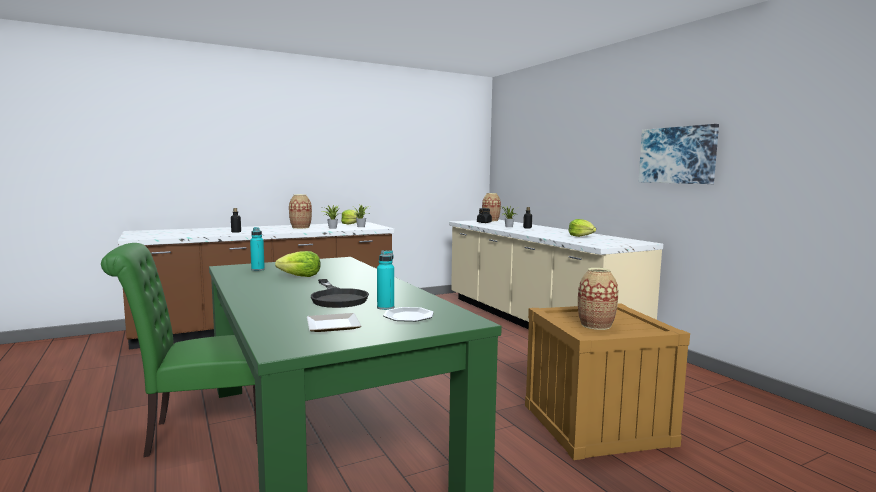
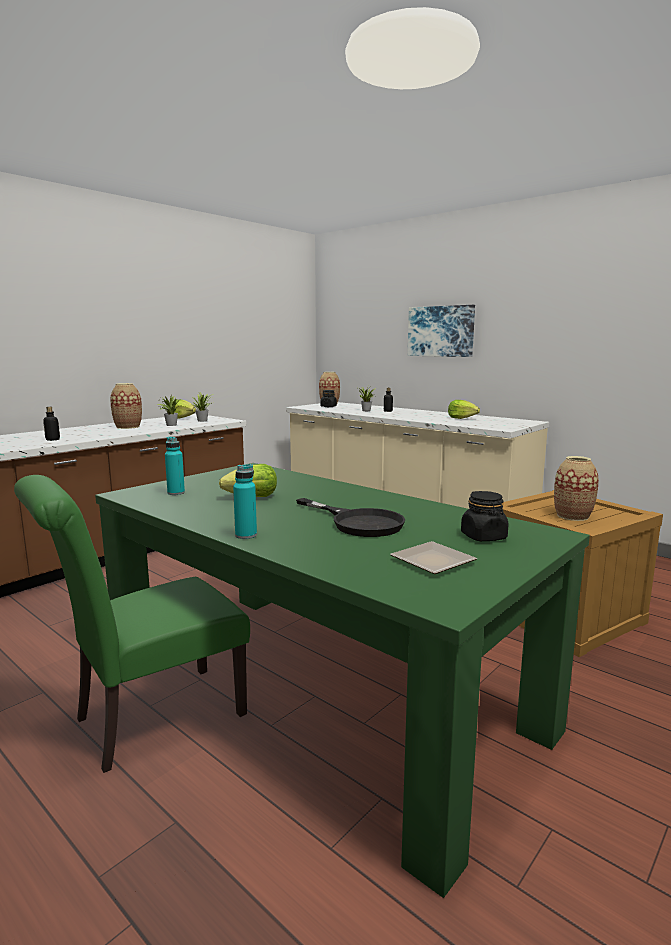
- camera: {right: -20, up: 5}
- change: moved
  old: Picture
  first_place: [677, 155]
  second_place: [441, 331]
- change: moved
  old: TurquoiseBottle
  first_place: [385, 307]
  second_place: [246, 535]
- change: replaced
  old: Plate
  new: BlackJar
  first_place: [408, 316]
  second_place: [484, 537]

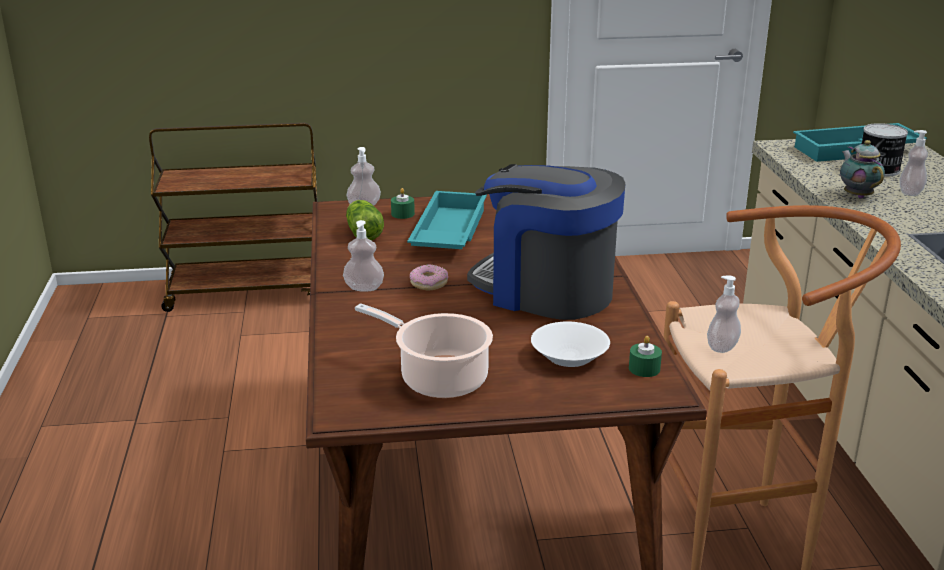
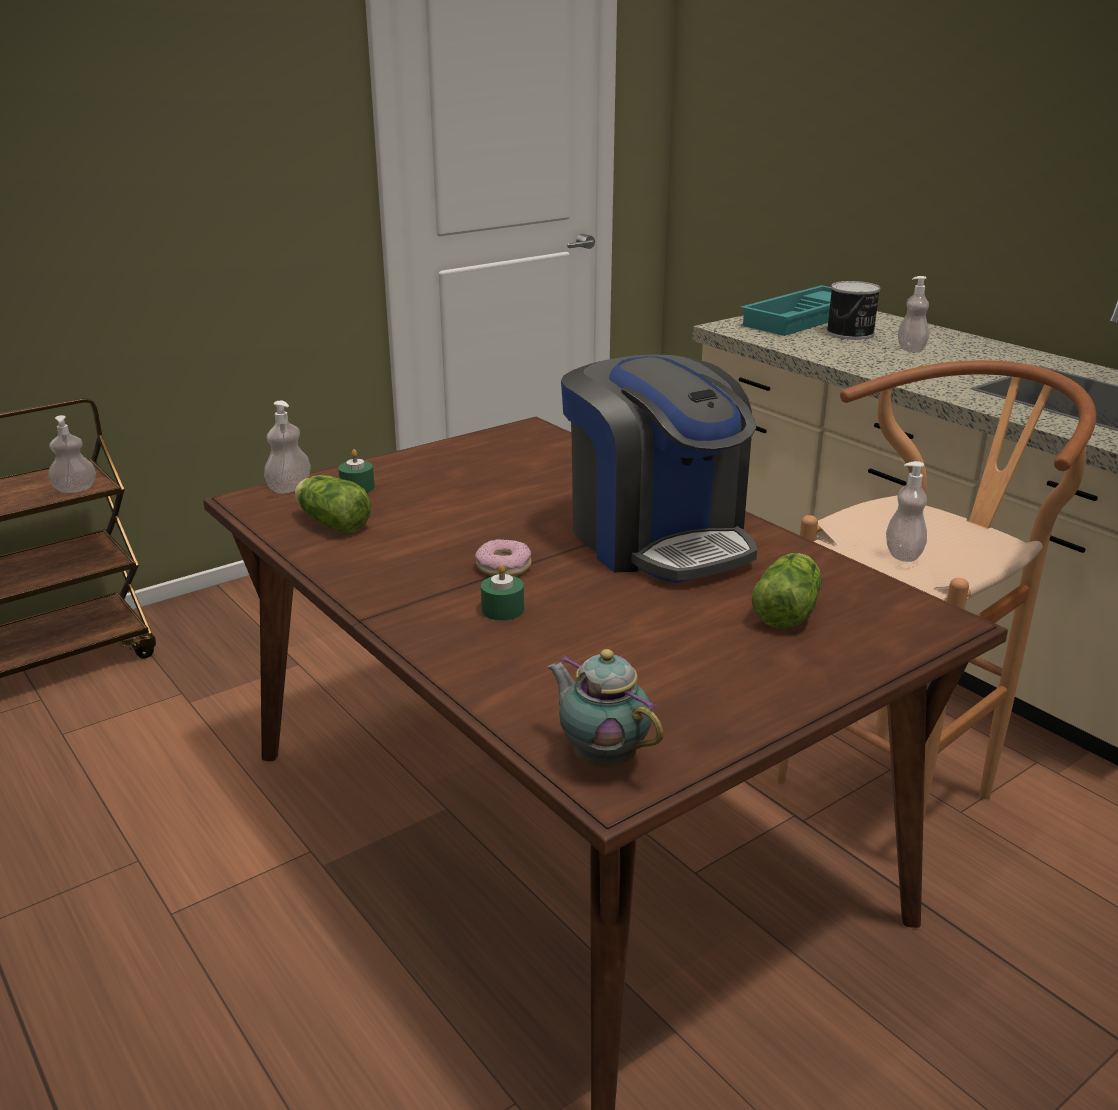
- camera: {right: -30, up: 0}
- change: moved
  old: Teapot
  first_place: [857, 195]
  second_place: [601, 758]
- change: turned
  old: CoffeeMachine
  first_place: [545, 290]
  second_place: [657, 539]
  degrees: -120
- change: removed
  old: TurquoiseTray
  first_place: [447, 232]
- change: moved
  old: SoapDispenser
  first_place: [364, 288]
  second_place: [75, 489]
- change: removed
  old: CookingPot
  first_place: [438, 378]
- change: replaced
  old: WhiteBowl
  new: Lettuce
  first_place: [568, 356]
  second_place: [788, 610]
- change: moved
  old: GreenCandle
  first_place: [644, 368]
  second_place: [502, 609]

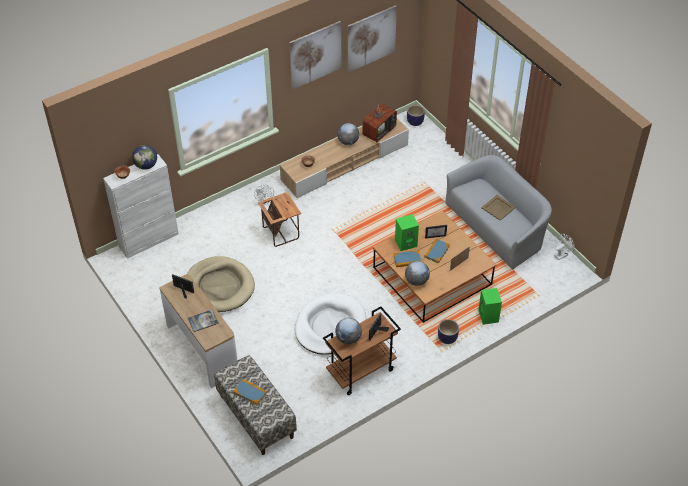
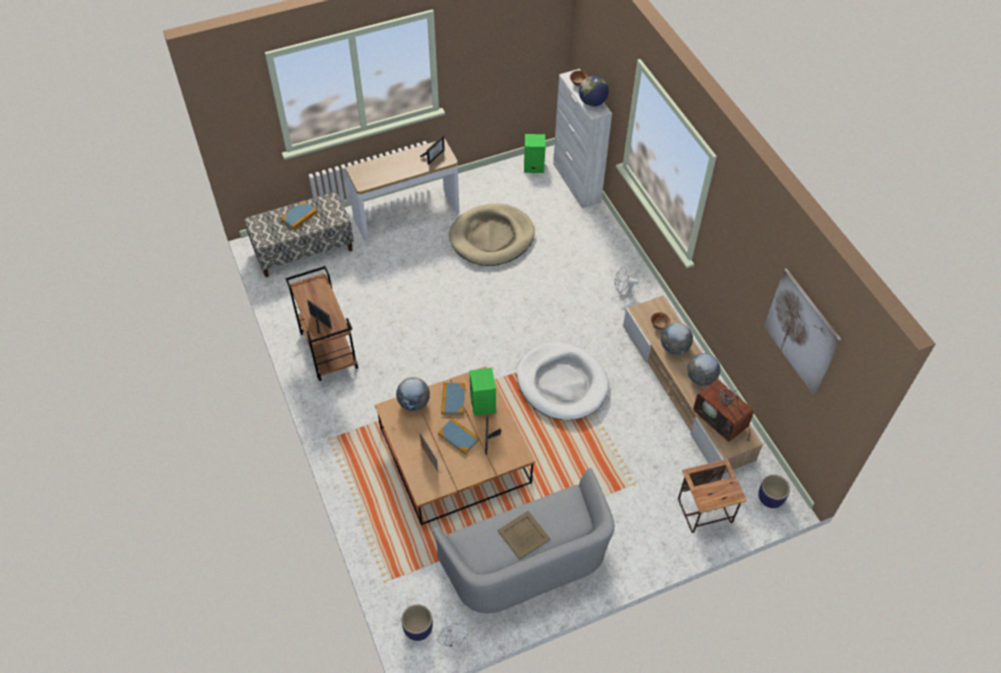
- camera: {right: 100, up: 5}
- change: removed
  old: Picture
  first_place: [315, 55]
- change: moved
  old: SideTable
  first_place: [280, 232]
  second_place: [705, 511]
- change: moved
  old: GreenSpeaker
  first_place: [489, 316]
  second_place: [533, 167]
- change: moved
  old: WhiteDogBed
  first_place: [330, 326]
  second_place: [561, 383]
- change: removed
  old: Book
  first_place: [203, 321]
- change: moved
  old: Globe
  first_place: [348, 338]
  second_place: [674, 348]
- change: moved
  old: Planter
  first_place: [447, 338]
  second_place: [418, 628]

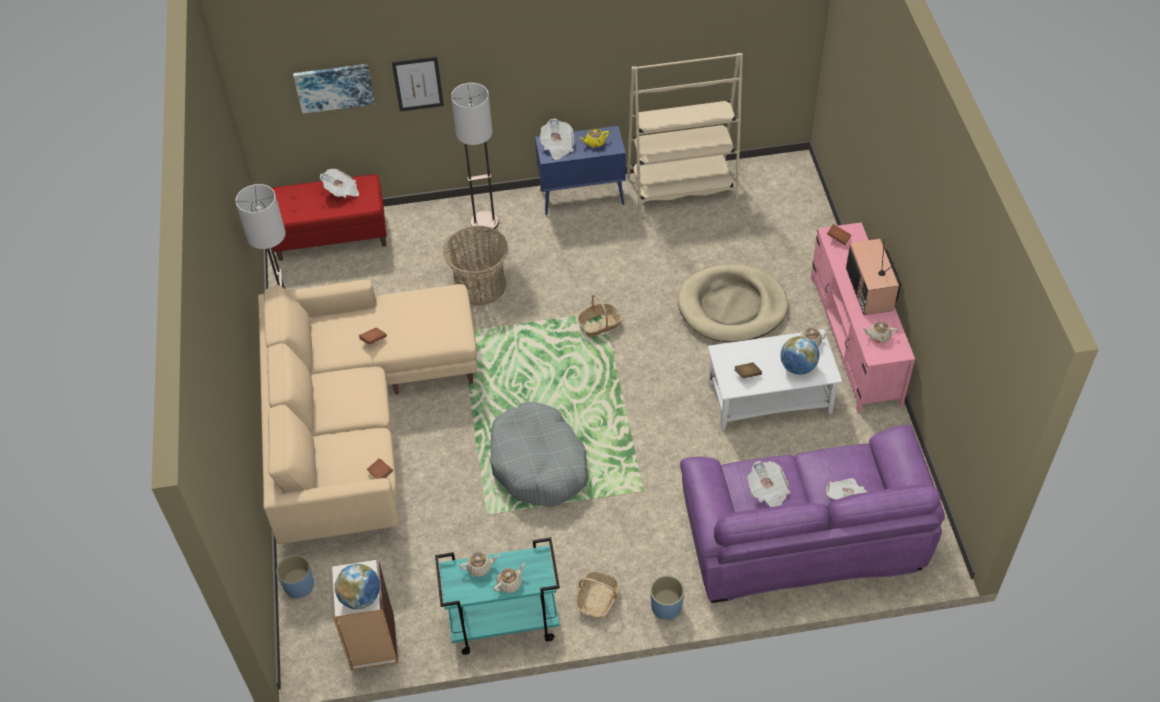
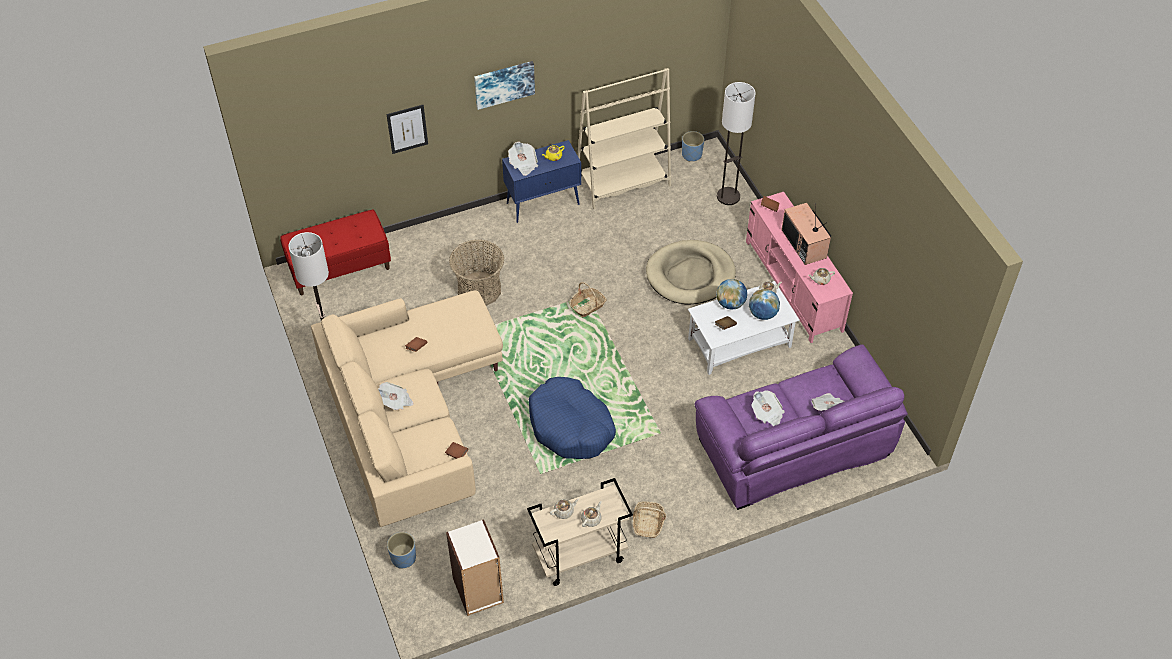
- camera: {right: -15, up: 0}
- change: moved
  old: Picture
  first_place: [334, 87]
  second_place: [504, 84]
- change: moved
  old: FloorLamp
  first_place: [484, 222]
  second_place: [728, 197]
- change: moved
  old: Newspaper
  first_place: [342, 191]
  second_place: [396, 402]
- change: recoloured
  old: GreyDogBed
  new: BlueDogBed
  first_place: [539, 464]
  second_place: [571, 426]
- change: recoloured
  old: TurquoiseCart
  new: BeigeCart
  first_place: [503, 624]
  second_place: [579, 556]
- change: moved
  old: Globe
  first_place: [361, 597]
  second_place: [730, 304]
- change: moved
  old: BluePlanter
  first_place: [666, 607]
  second_place: [691, 155]

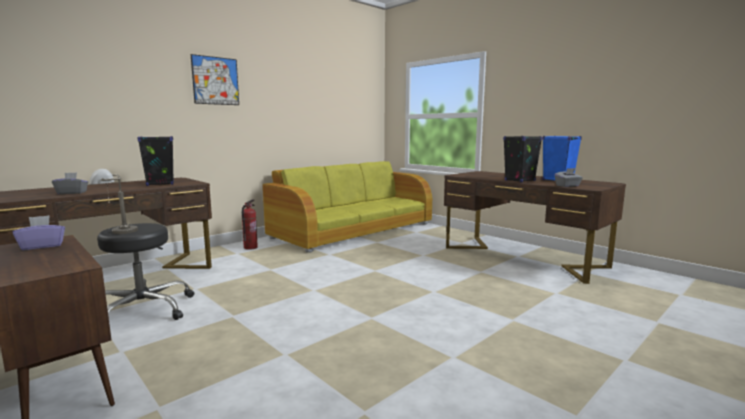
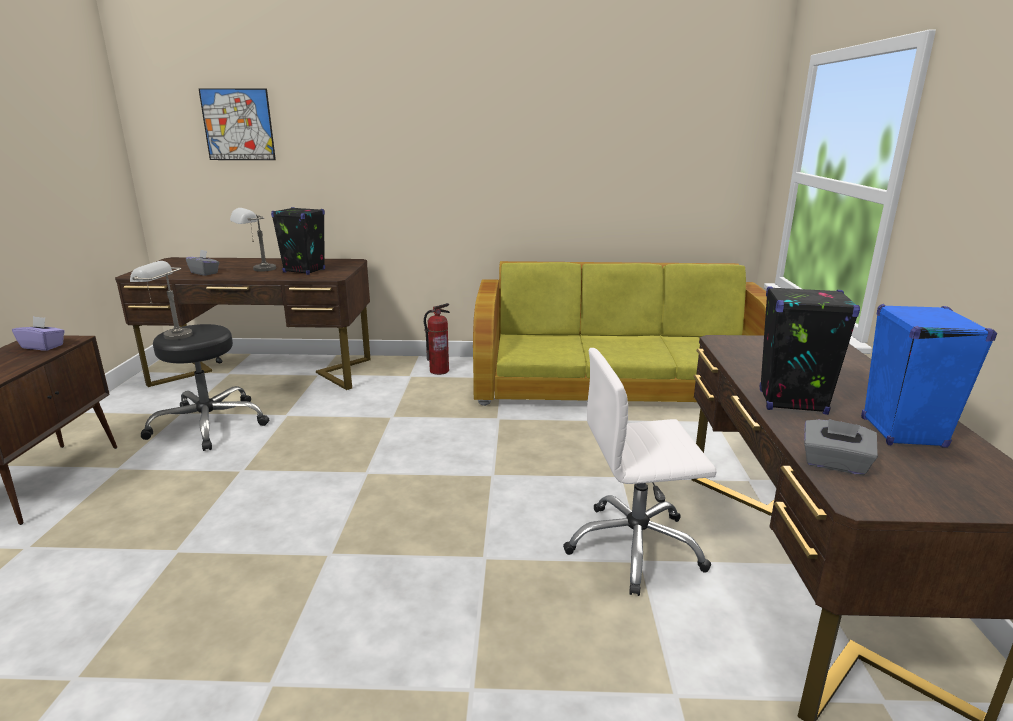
- camera: {right: 45, up: 10}
- change: moved
  old: Picture
  first_place: [215, 81]
  second_place: [238, 124]
- change: added
  new: GreyTableLamp
  second_place: [257, 270]
- change: added
  new: WhiteOfficeChair
  second_place: [635, 547]

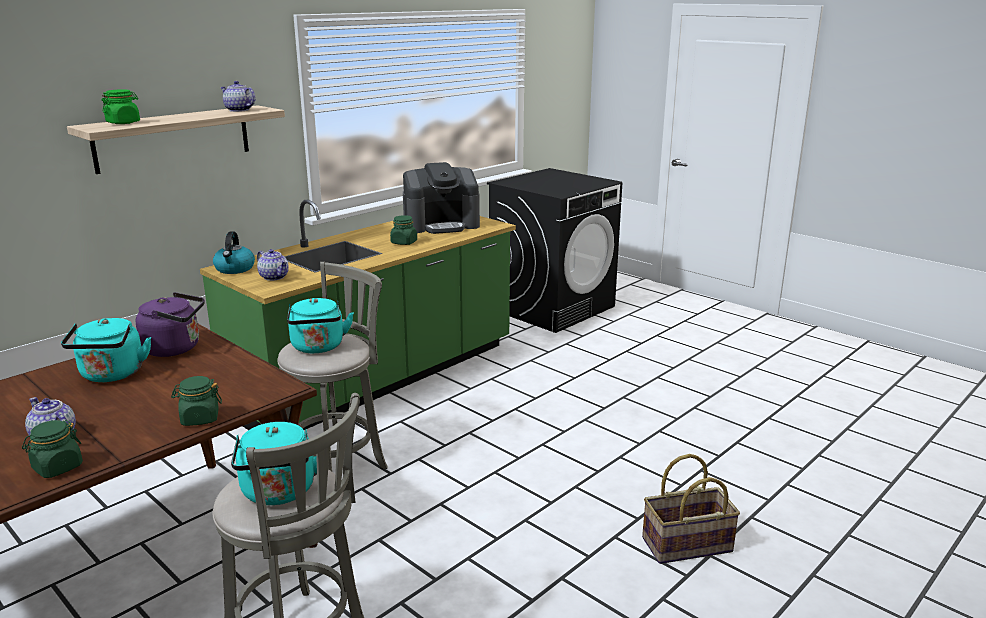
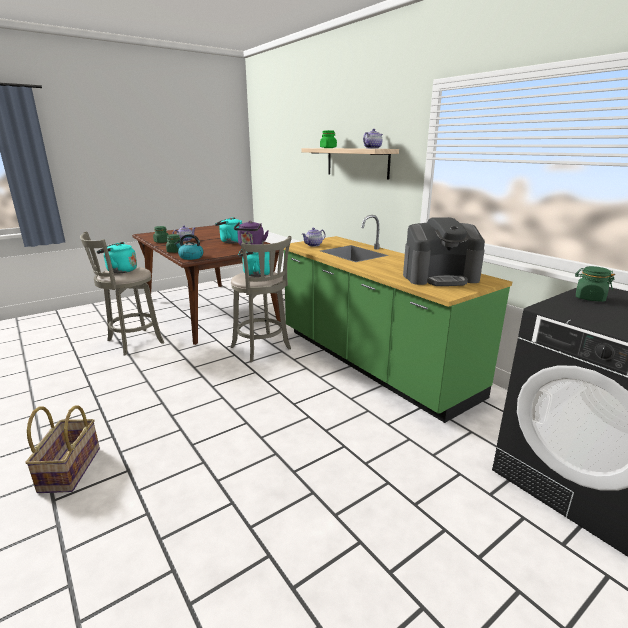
- camera: {right: 100, up: 0}
- change: turned
  old: CoffeeMachine
  first_place: [441, 224]
  second_place: [440, 277]
  degrees: -90
- change: moved
  old: GreenJar
  first_place: [404, 242]
  second_place: [589, 298]
- change: moved
  old: Kettle
  first_place: [235, 269]
  second_place: [190, 257]

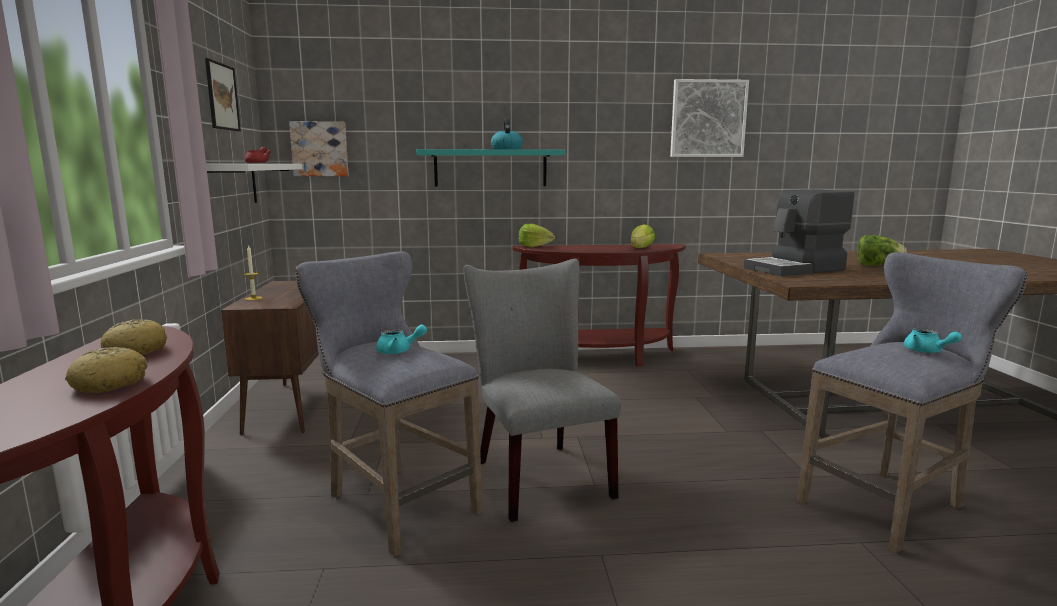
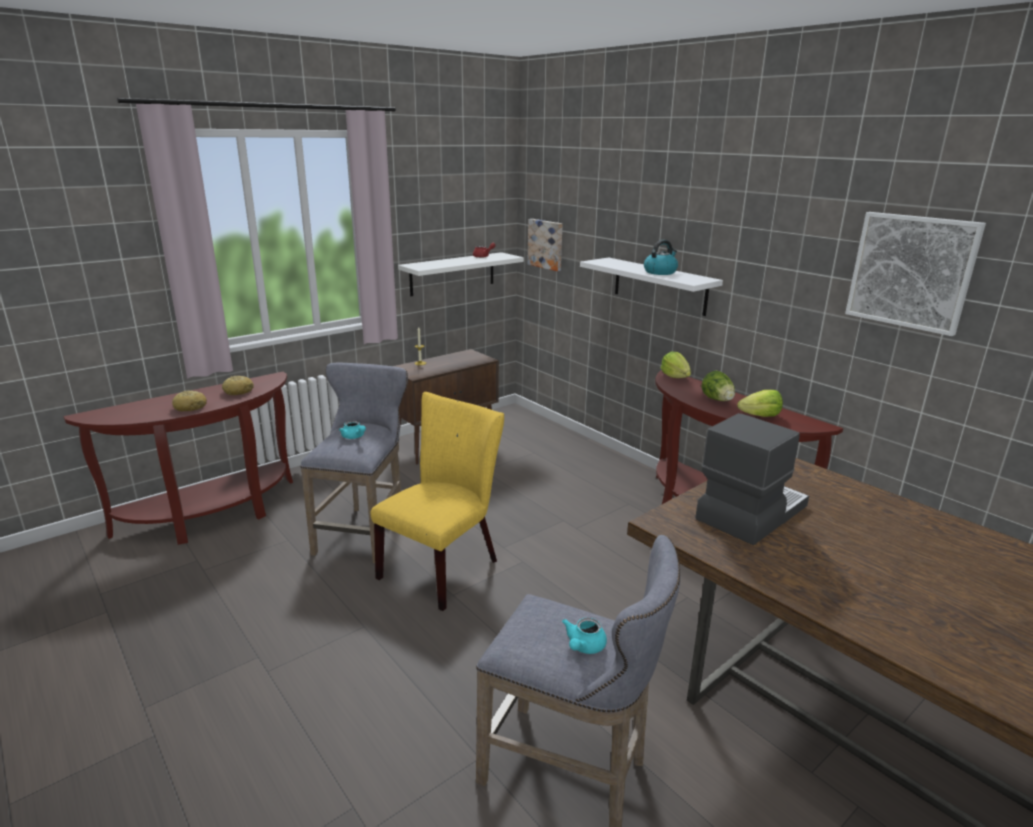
- camera: {right: 55, up: 10}
- change: removed
  old: Picture
  first_place: [222, 96]
- change: recoloured
  old: TurquoiseShelf
  new: WhiteShelf
  first_place: [490, 168]
  second_place: [659, 286]
- change: turned
  old: CoffeeMachine
  first_place: [796, 269]
  second_place: [749, 512]
  degrees: 105
- change: moved
  old: Lettuce
  first_place: [877, 265]
  second_place: [718, 400]
- change: recoloured
  old: GreyChair
  new: YellowChair
  first_place: [537, 474]
  second_place: [444, 566]

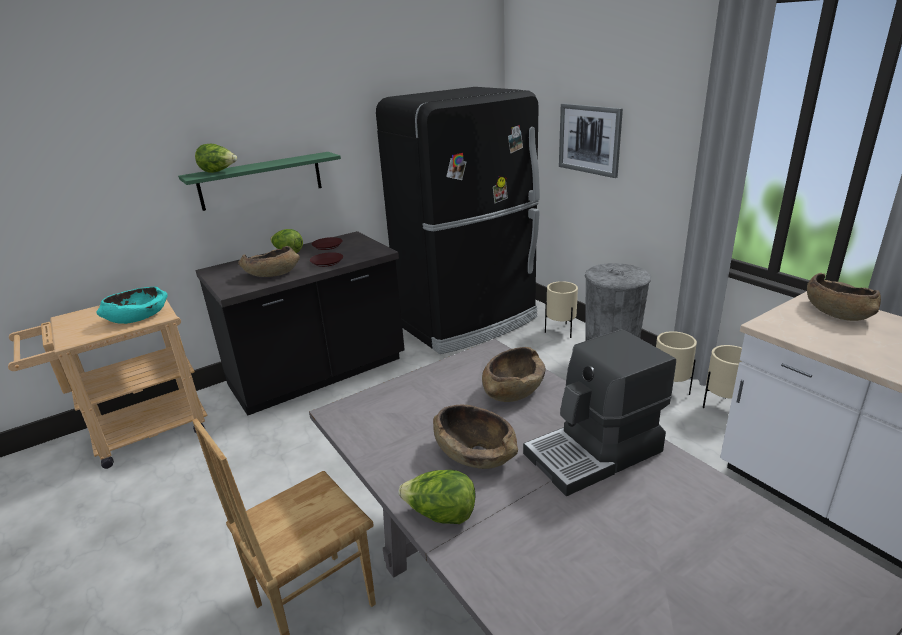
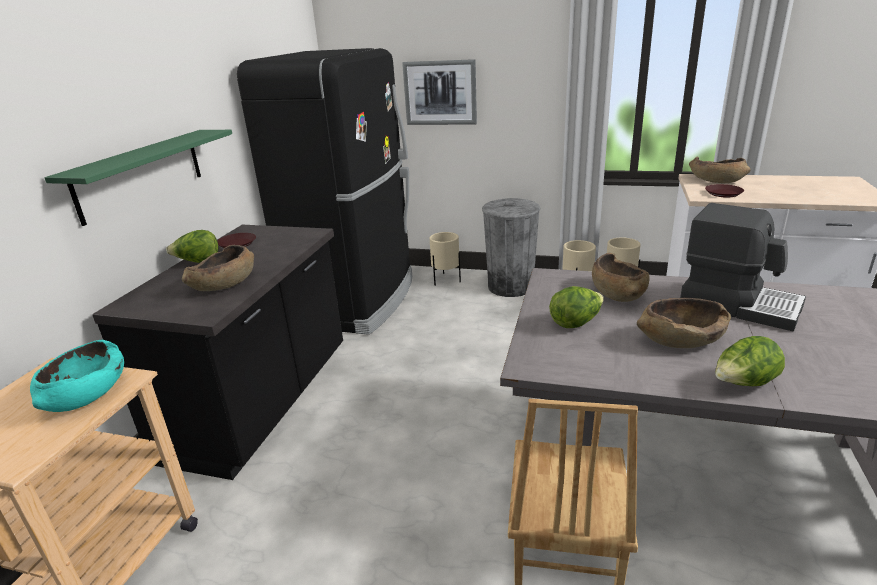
- camera: {right: -40, up: 0}
- change: moved
  old: Lettuce
  first_place: [218, 172]
  second_place: [575, 322]
- change: moved
  old: BrownPlate
  first_place: [327, 262]
  second_place: [723, 194]
- change: turned
  old: CoffeeMachine
  first_place: [595, 453]
  second_place: [738, 304]
  degrees: -75

